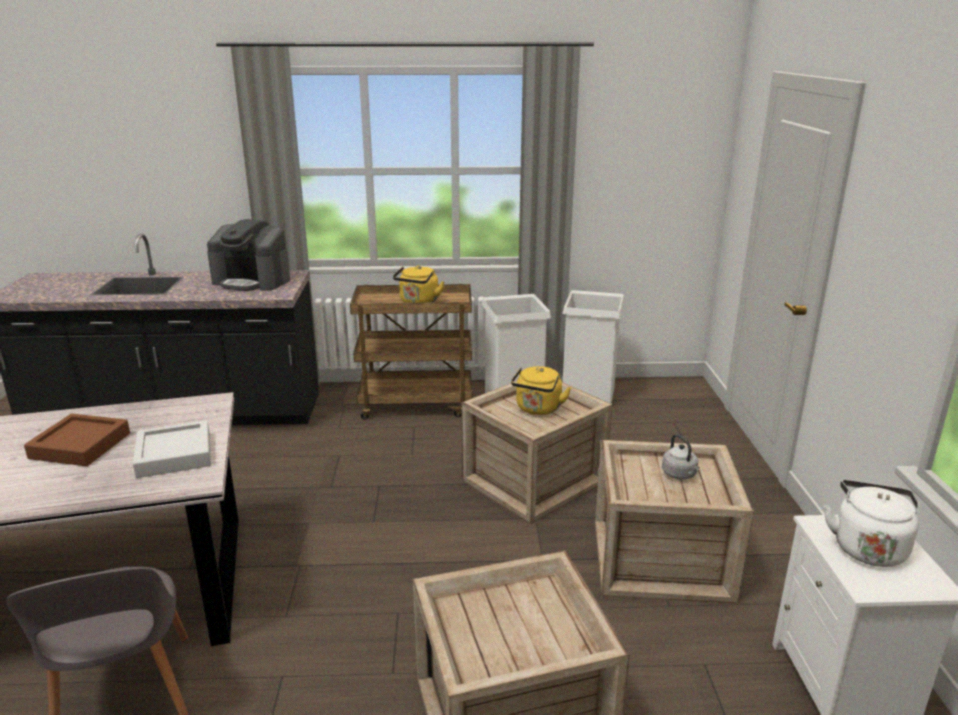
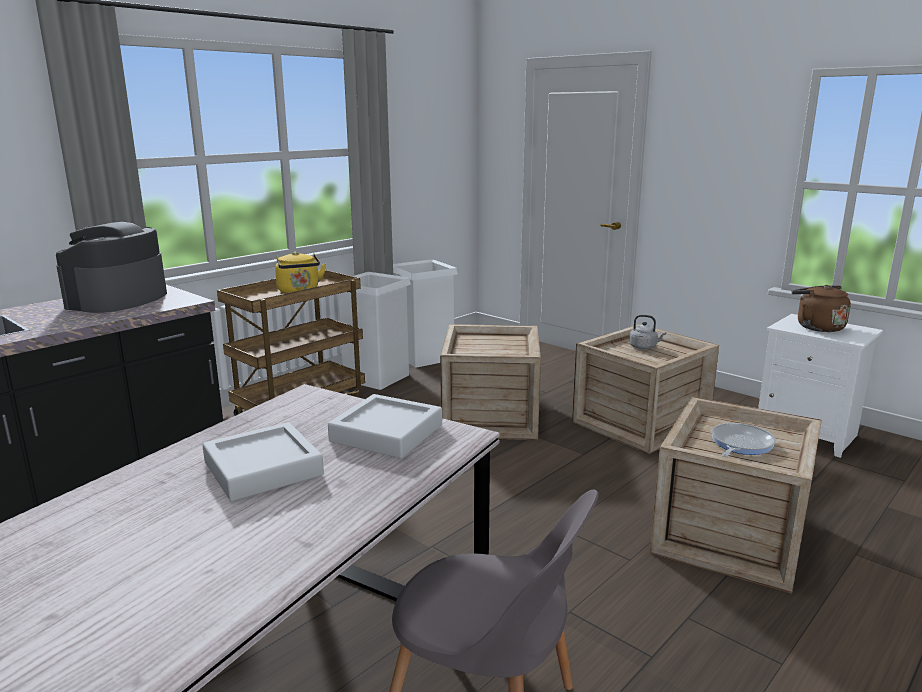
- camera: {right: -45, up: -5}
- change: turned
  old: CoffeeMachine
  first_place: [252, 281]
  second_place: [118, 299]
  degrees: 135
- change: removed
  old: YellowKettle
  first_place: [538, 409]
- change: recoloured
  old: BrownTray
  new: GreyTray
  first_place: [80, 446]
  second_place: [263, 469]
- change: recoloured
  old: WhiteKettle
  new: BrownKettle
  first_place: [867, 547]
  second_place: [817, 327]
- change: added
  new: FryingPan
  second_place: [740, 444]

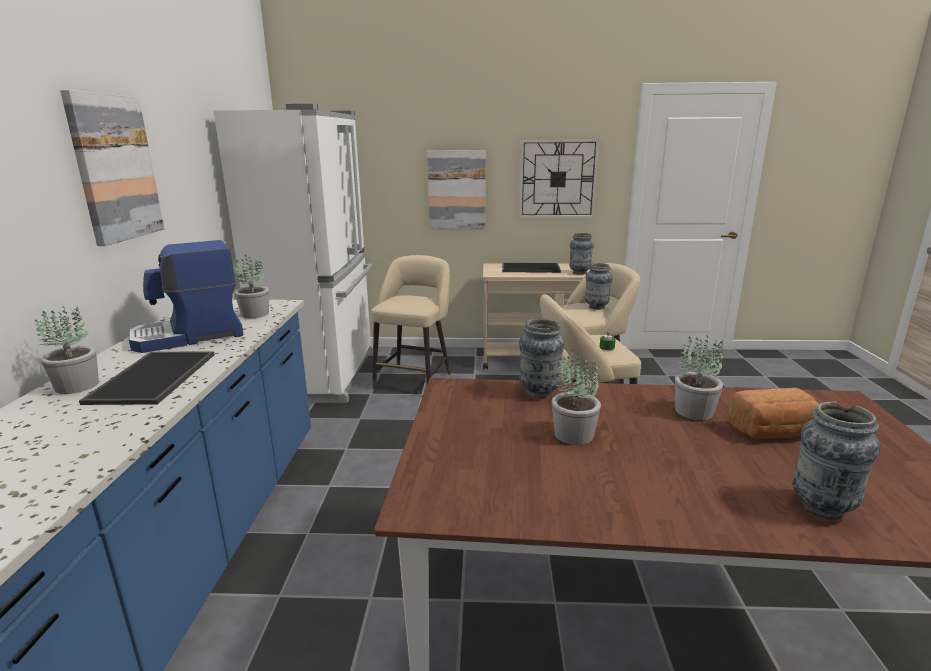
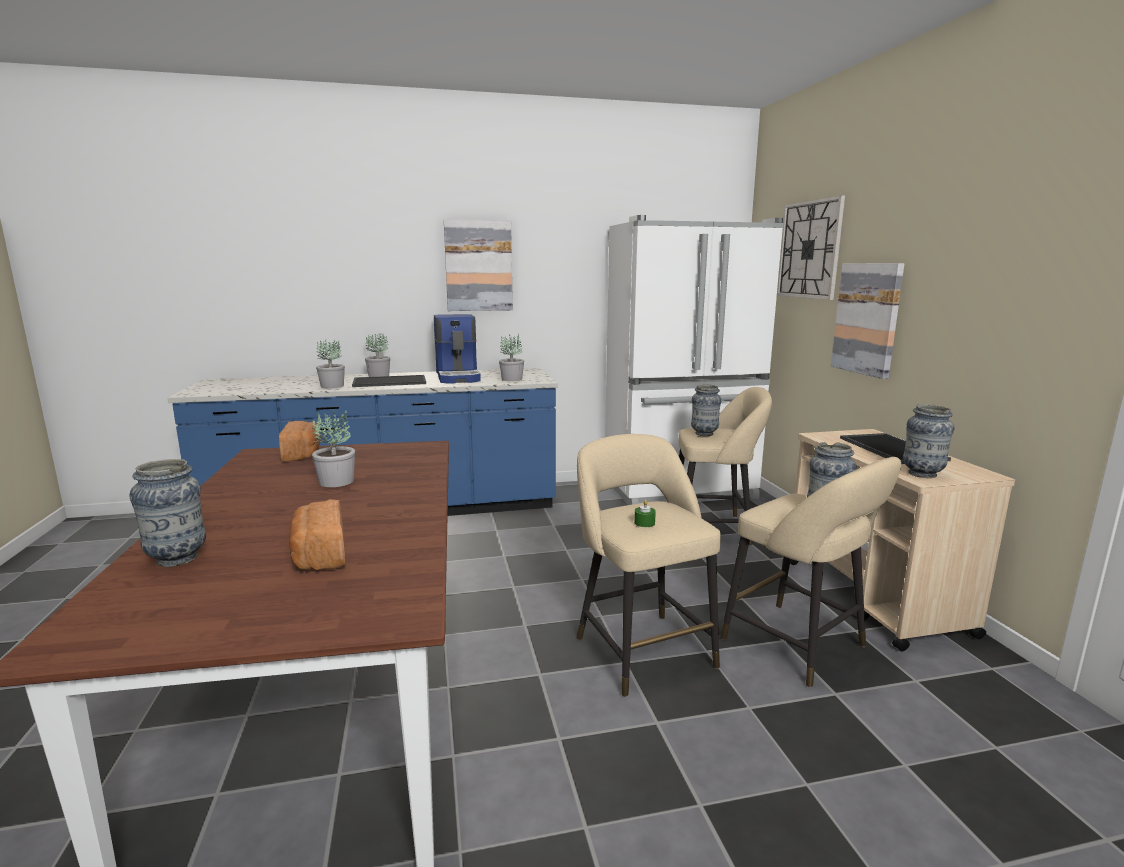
- camera: {right: 75, up: -5}
- change: moved
  old: WallClock
  first_place: [557, 179]
  second_place: [809, 250]
- change: turned
  old: CoffeeMachine
  first_place: [189, 336]
  second_place: [458, 377]
  degrees: -150
- change: moved
  old: Vase
  first_place: [539, 393]
  second_place: [704, 434]
- change: moved
  old: PottedPlant
  first_place: [694, 411]
  second_place: [332, 386]
- change: added
  new: Bread
  second_place: [303, 454]

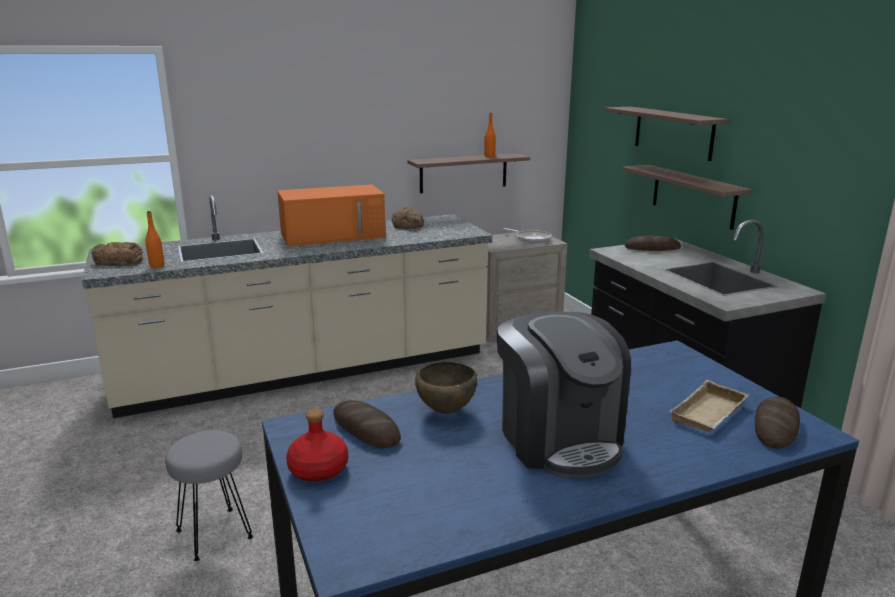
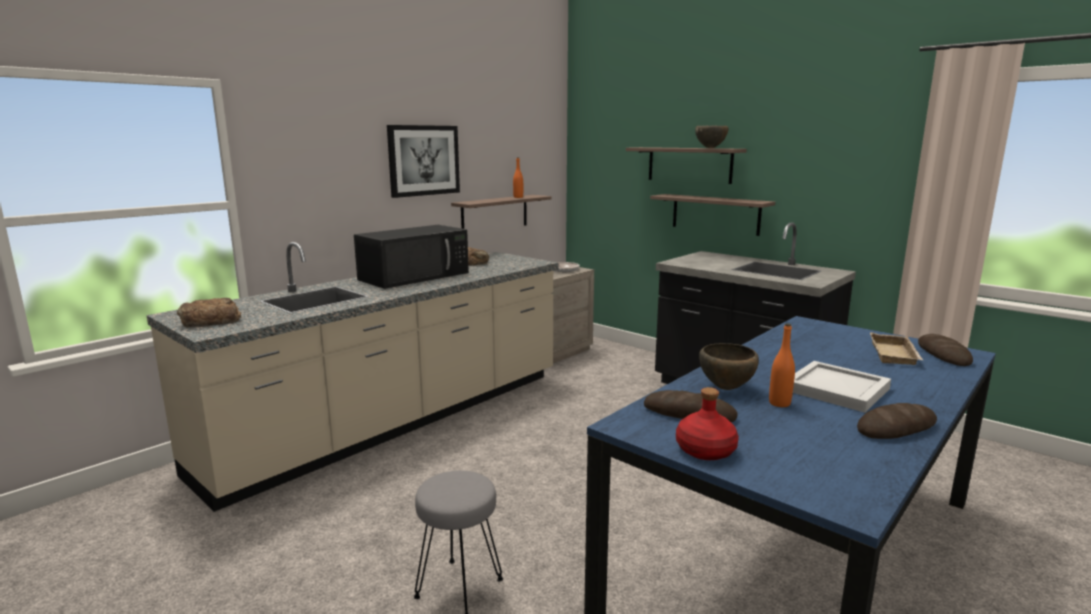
- camera: {right: -25, up: -5}
- change: recoloured
  old: OrangeMicrowave
  new: BlackMicrowave
  first_place: [334, 235]
  second_place: [415, 276]
- change: moved
  old: OrangeBottle
  first_place: [157, 266]
  second_place: [779, 403]
- change: moved
  old: Bread
  first_place: [652, 248]
  second_place: [896, 428]
- change: replaced
  old: CoffeeMachine
  new: WhiteTray
  first_place: [559, 439]
  second_place: [835, 389]
- change: added
  new: Picture
  second_place: [424, 160]
- change: added
  new: BrownBowl
  second_place: [710, 148]

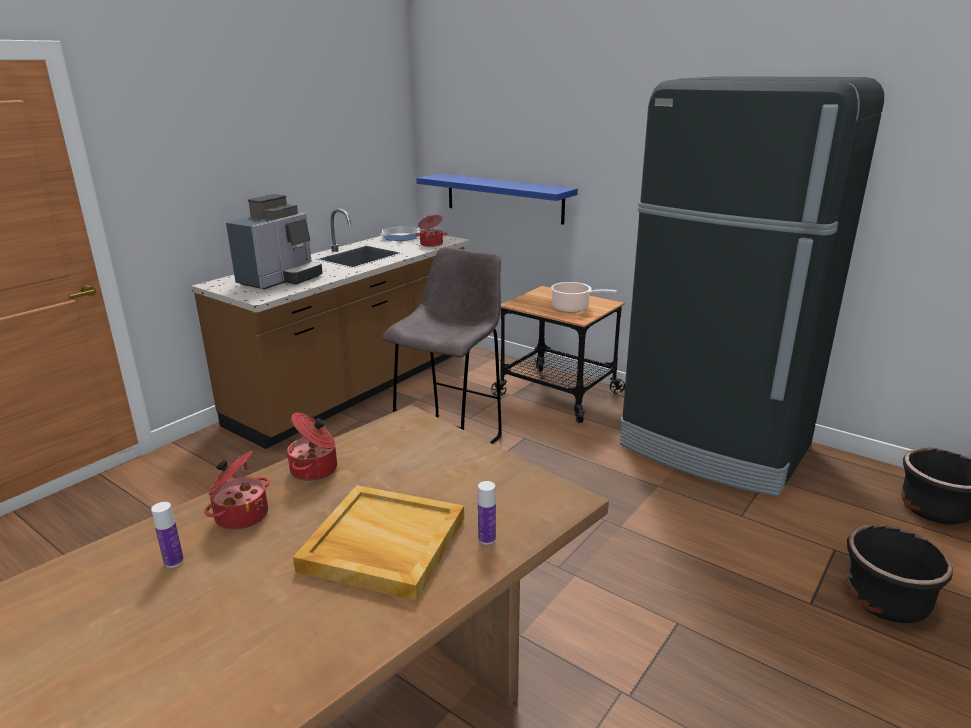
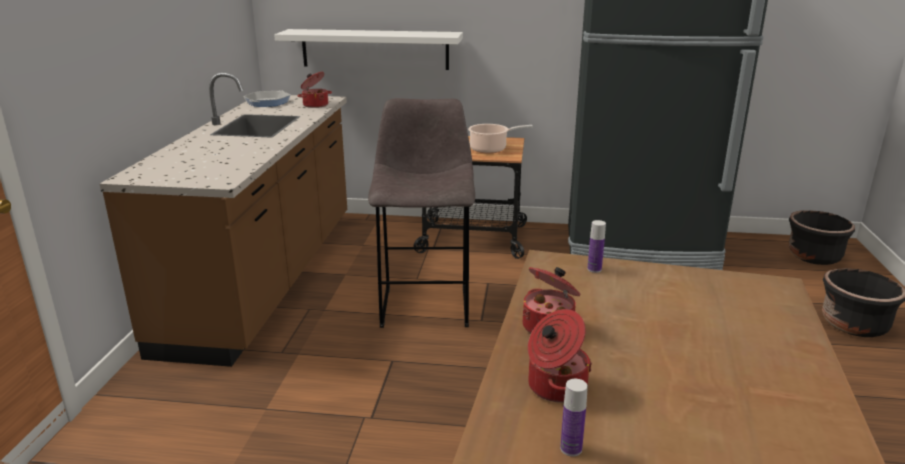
- camera: {right: -30, up: 0}
- change: recoloured
  old: BlueShelf
  new: WhiteShelf
  first_place: [504, 198]
  second_place: [375, 49]
- change: removed
  old: CoffeeMachine
  first_place: [281, 279]
- change: moved
  old: Bottle
  first_place: [487, 539]
  second_place: [594, 269]
- change: removed
  old: BeigeTray
  first_place: [382, 544]

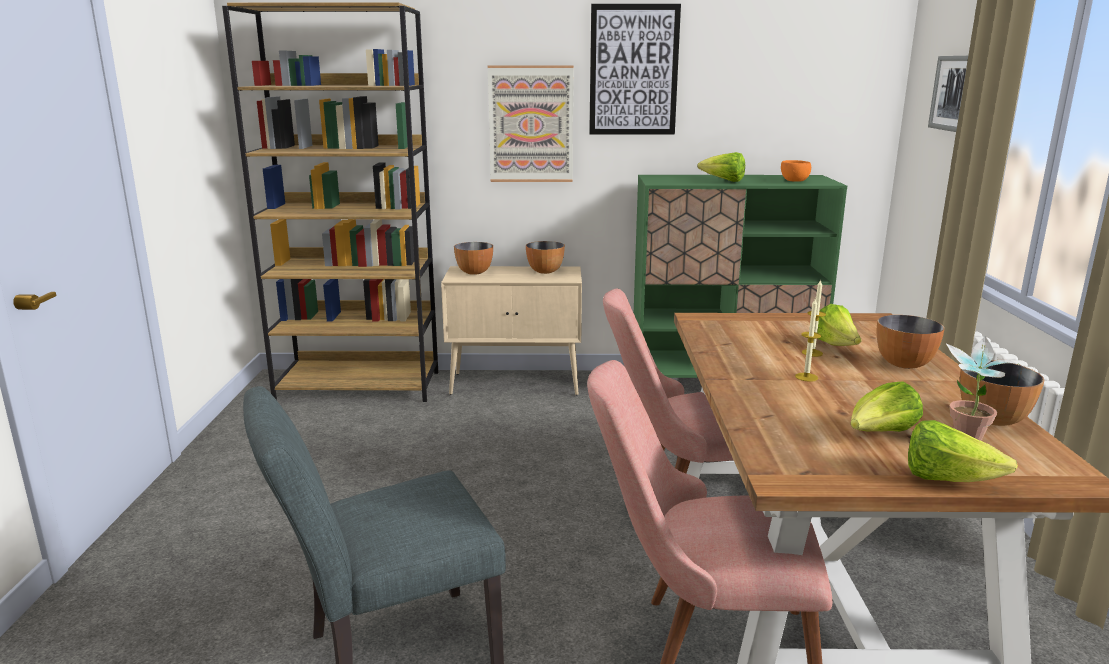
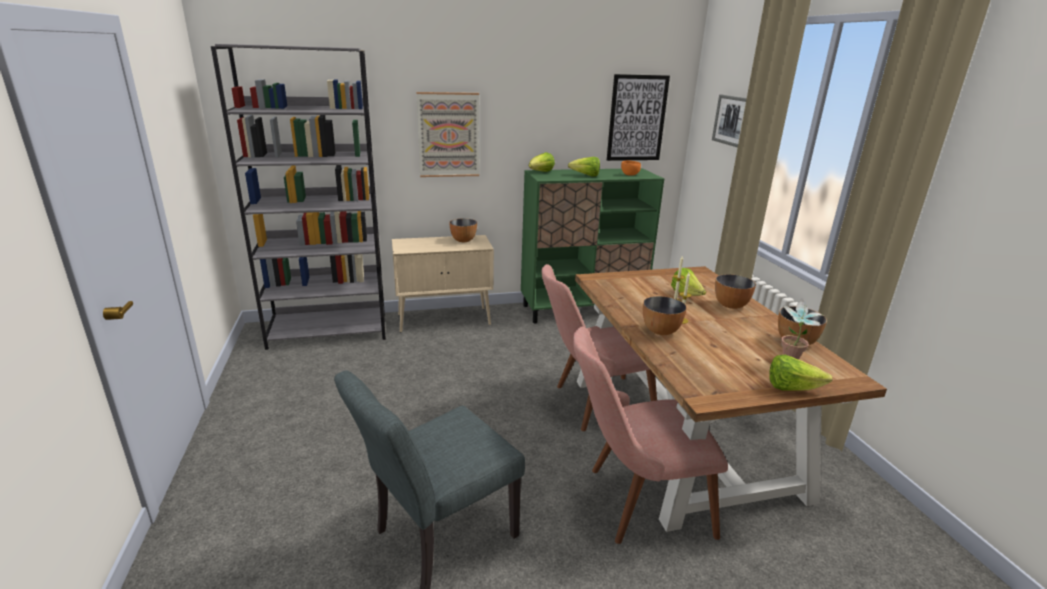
- camera: {right: -15, up: 5}
- change: recoloured
  old: BrownBookcase
  new: GreyBookcase
  first_place: [360, 386]
  second_place: [329, 331]
- change: moved
  old: Picture
  first_place: [633, 70]
  second_place: [637, 118]
- change: moved
  old: Bowl
  first_place: [474, 272]
  second_place: [661, 331]
- change: moved
  old: Lettuce
  first_place: [881, 434]
  second_place: [541, 172]

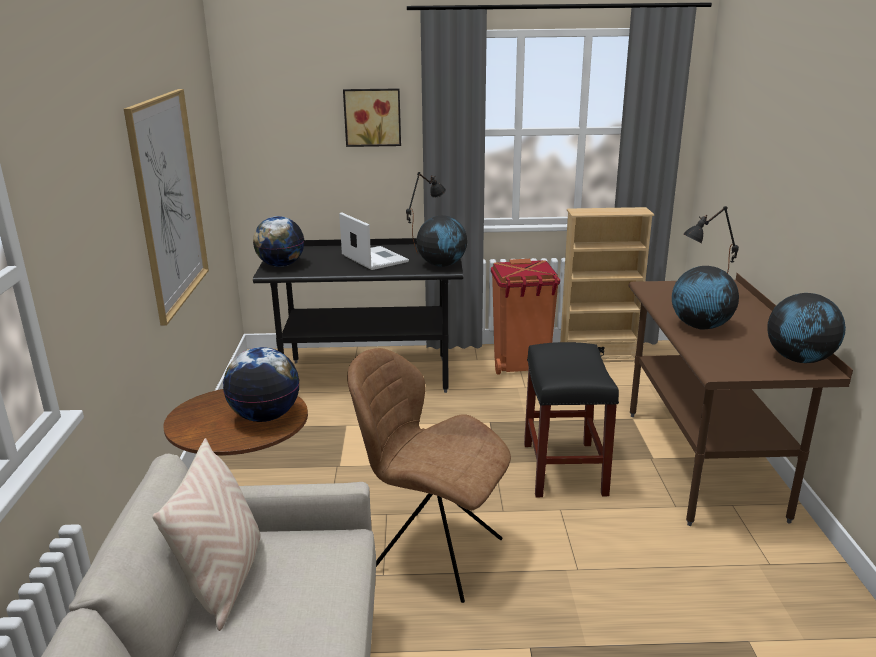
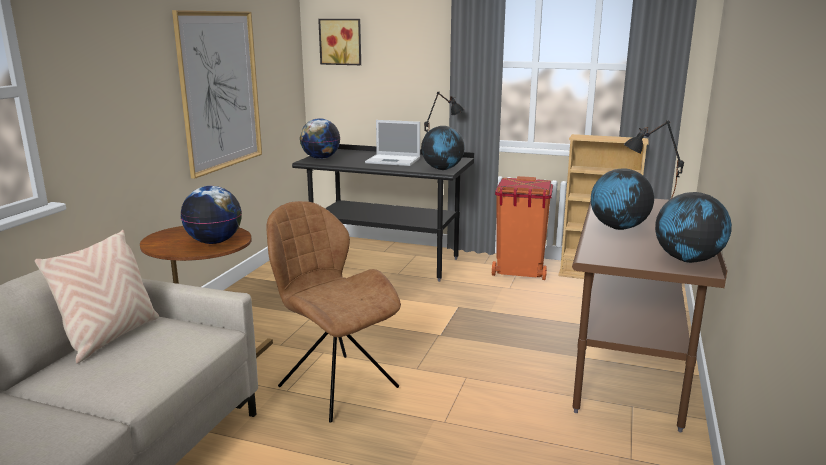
- camera: {right: 20, up: -5}
- change: moved
  old: Picture
  first_place: [372, 117]
  second_place: [341, 42]
- change: turned
  old: Laptop
  first_place: [373, 258]
  second_place: [394, 160]
  degrees: 120
- change: removed
  old: BlackStool
  first_place: [563, 468]

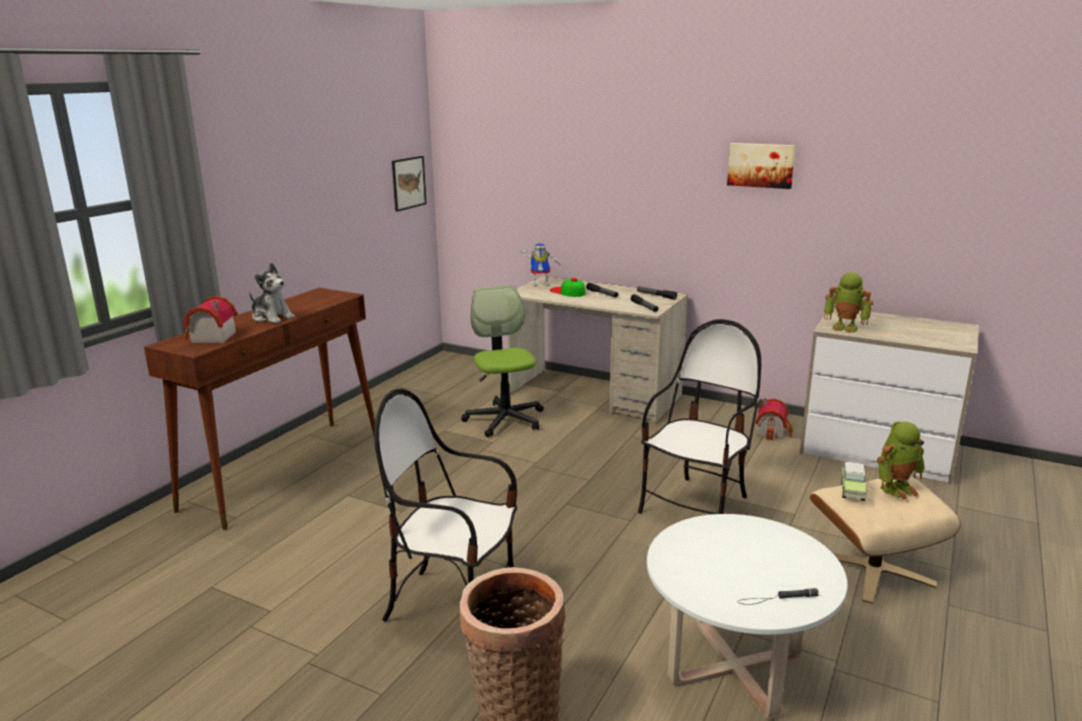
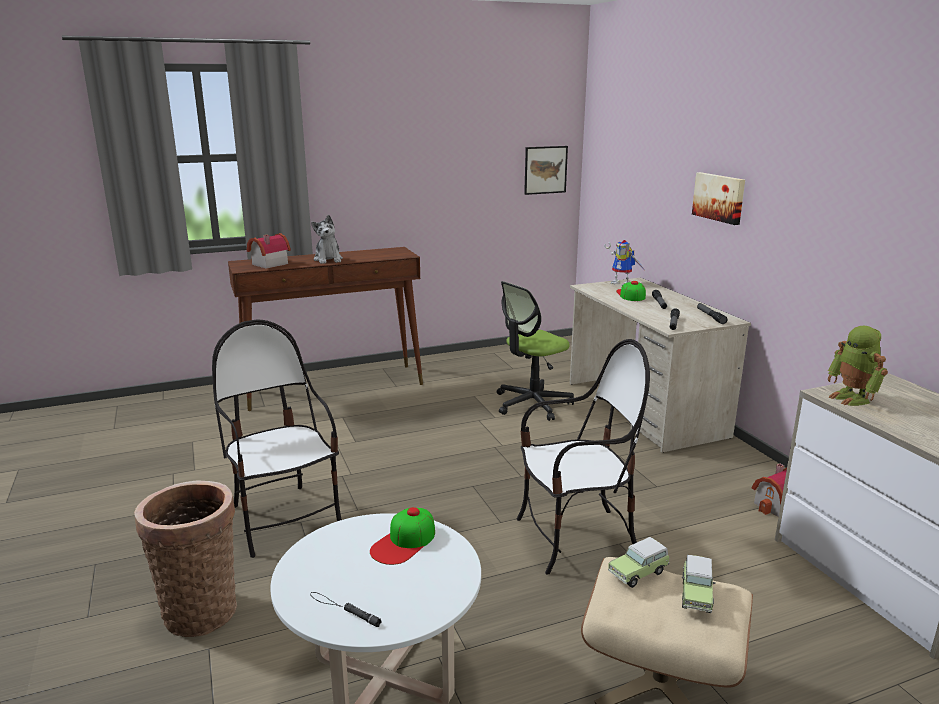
- camera: {right: 40, up: 0}
- change: moved
  old: Picture
  first_place: [761, 165]
  second_place: [719, 197]
- change: turned
  old: OfficeChair
  first_place: [505, 420]
  second_place: [532, 404]
  degrees: -150
- change: replaced
  old: ToyRobot
  new: ToyCar
  first_place: [896, 488]
  second_place: [696, 594]
- change: added
  new: Cap
  second_place: [404, 542]

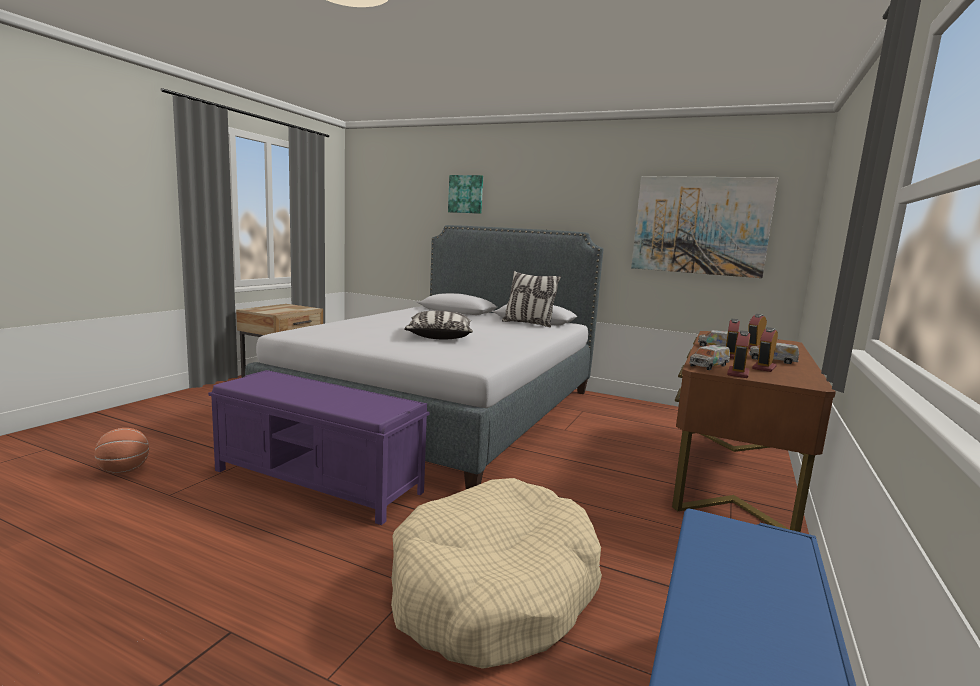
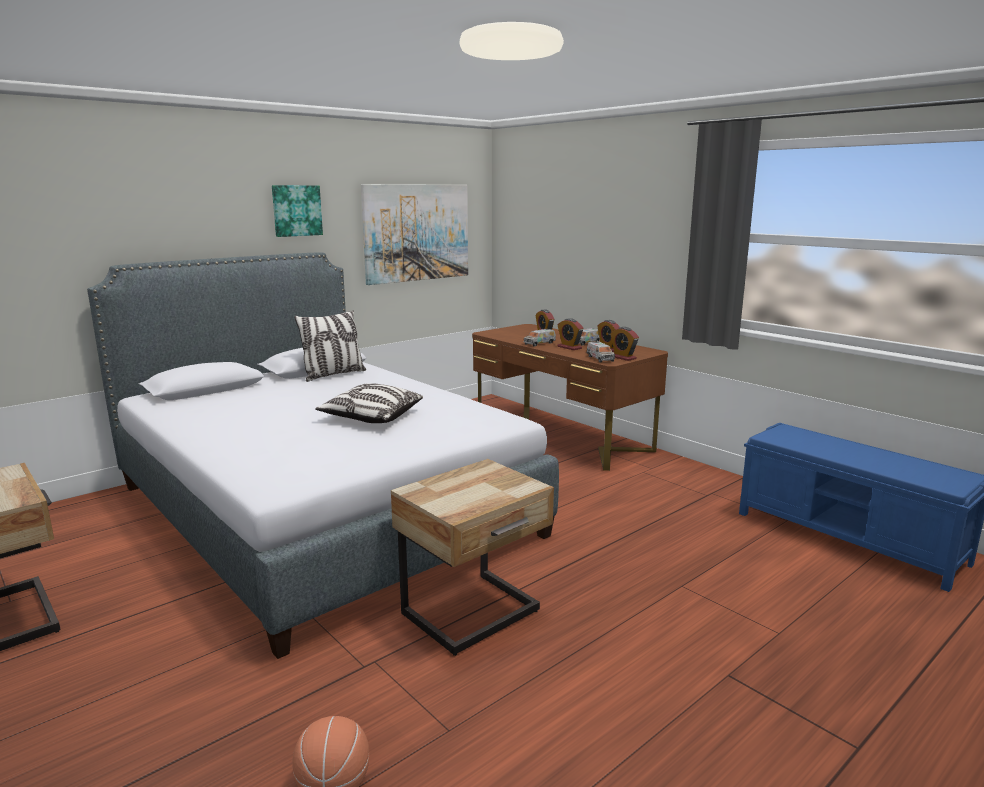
- camera: {right: -65, up: 5}
- change: moved
  old: Picture
  first_place: [466, 194]
  second_place: [296, 210]
- change: replaced
  old: PurpleBench
  new: BeigeNightstand
  first_place: [319, 481]
  second_place: [474, 614]
- change: removed
  old: BeigeDogBed
  first_place: [493, 590]

